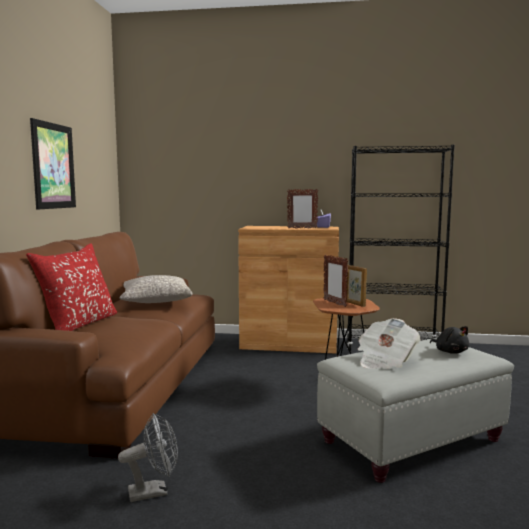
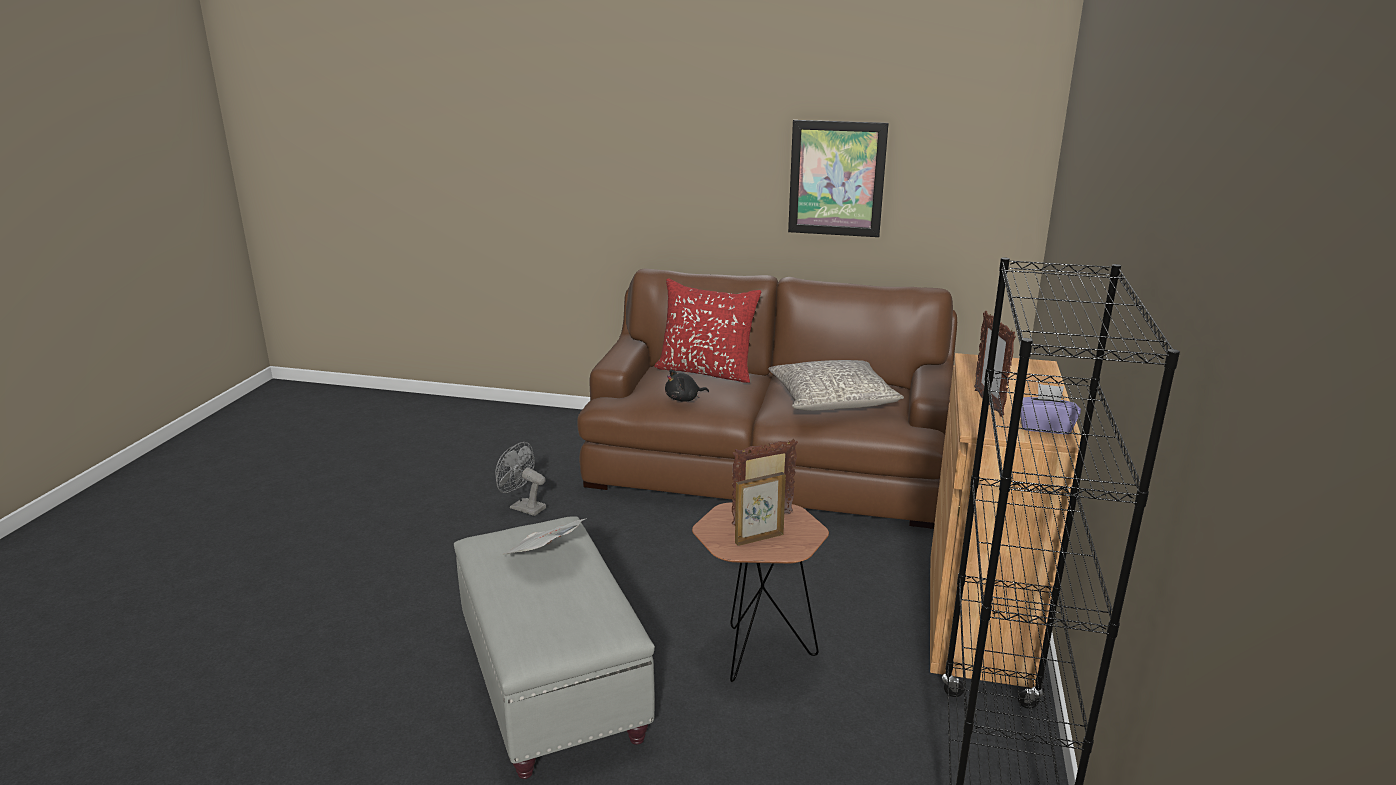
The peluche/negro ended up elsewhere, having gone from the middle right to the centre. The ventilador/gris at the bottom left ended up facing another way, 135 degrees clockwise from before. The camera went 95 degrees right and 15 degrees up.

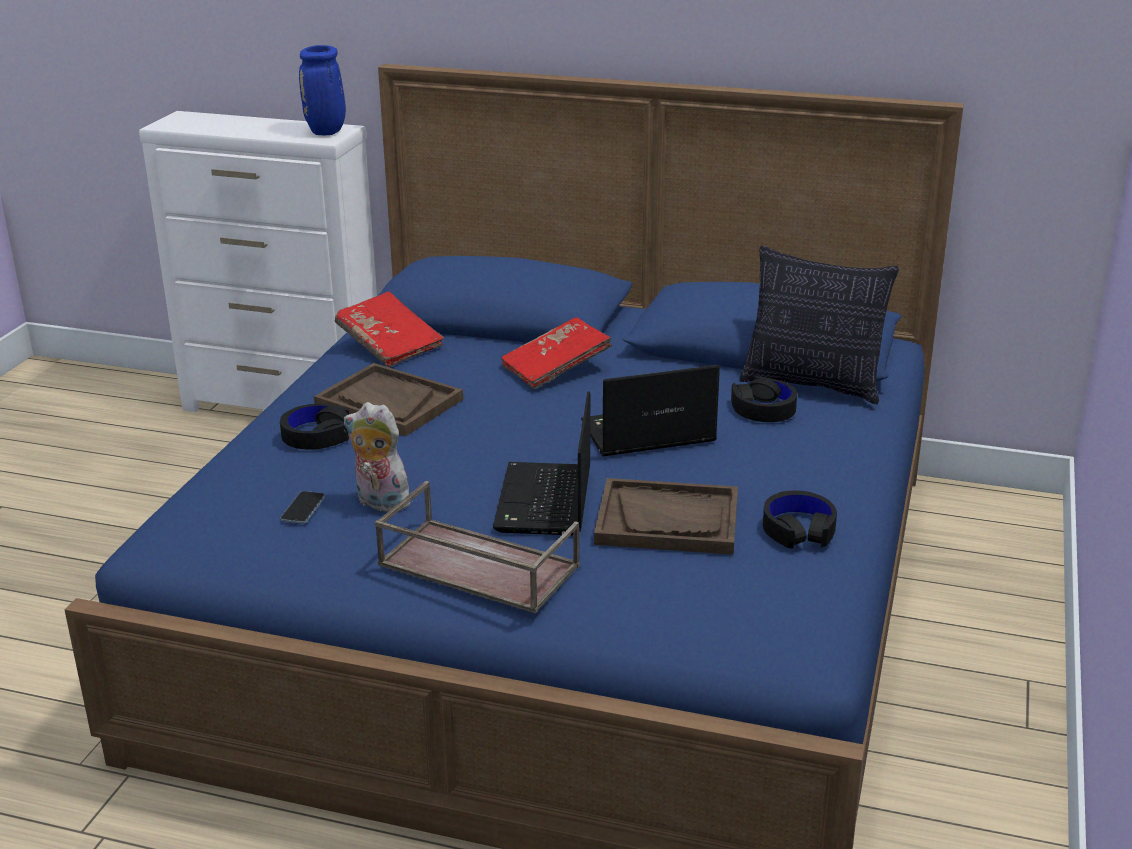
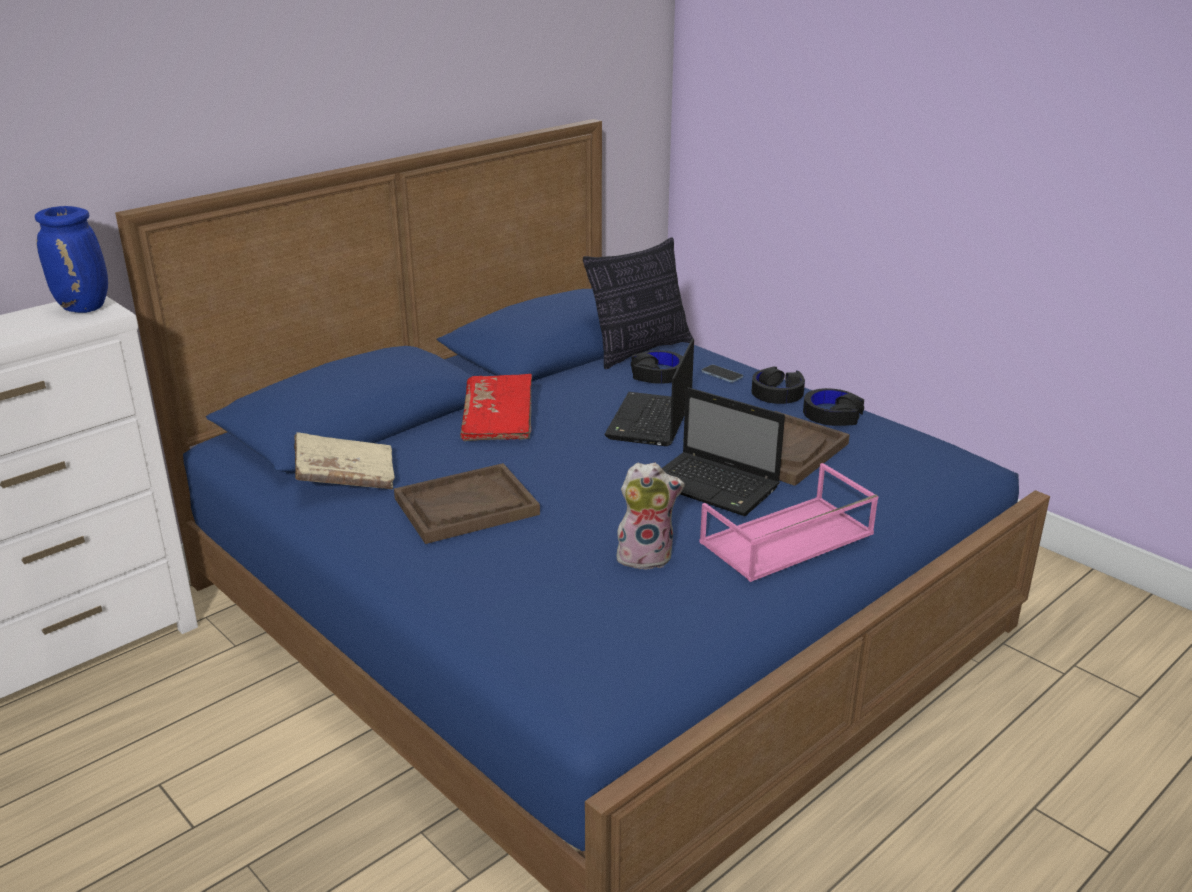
What was the libro/rojo (no. 1 from left) at the centre turned into the libro/beis at the middle left. The peluche at the centre ended up facing another way, 150 degrees counterclockwise from before. The auriculares/negro (no. 1 from left in the first image) ended up elsewhere, having gone from the middle left to the centre. What was the bandeja/marrón (no. 2 from left) at the centre turned into the bandeja/rosa at the centre. The móvil ended up elsewhere, having gone from the middle left to the centre. The camera went 60 degrees left and 0 degrees up.

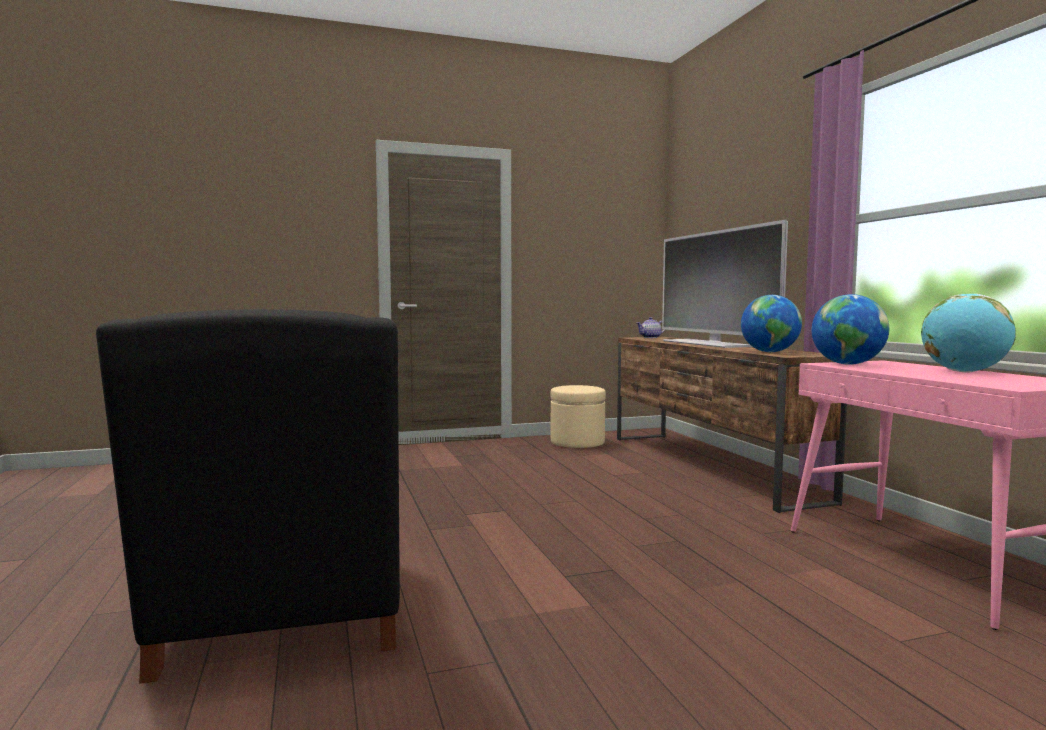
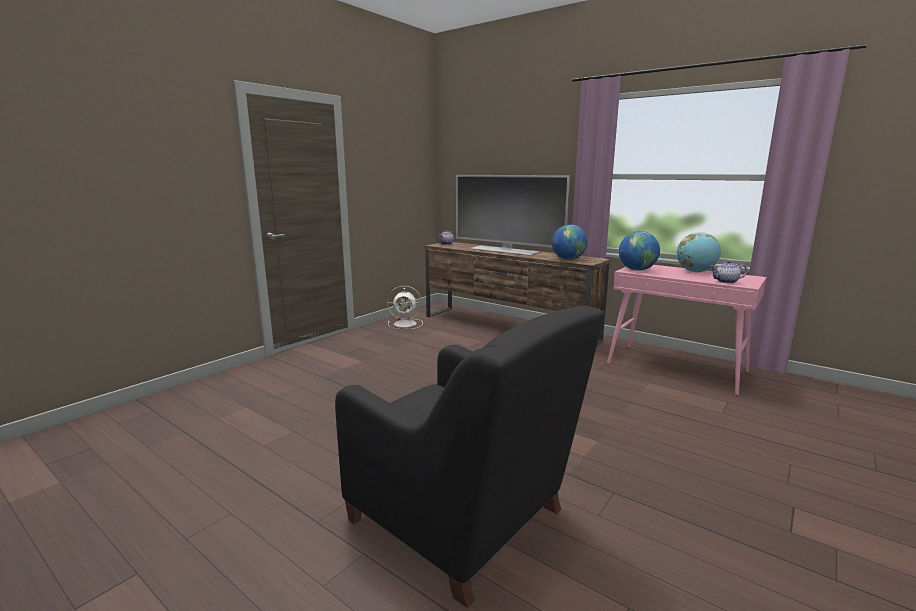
Where the puf/beis stood at the centre, the ventilador/blanco came to stand at the centre. The second view gained the tetera (no. 2 from left) at the middle right. The camera went 35 degrees left and 10 degrees up.

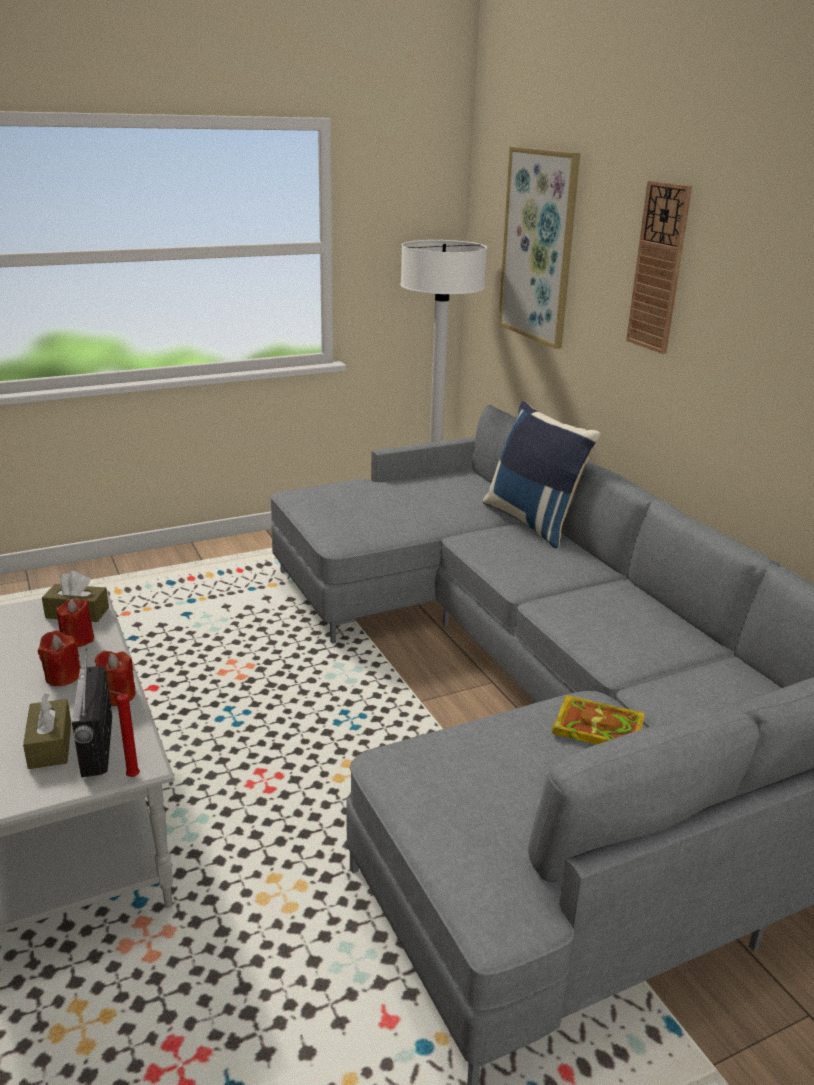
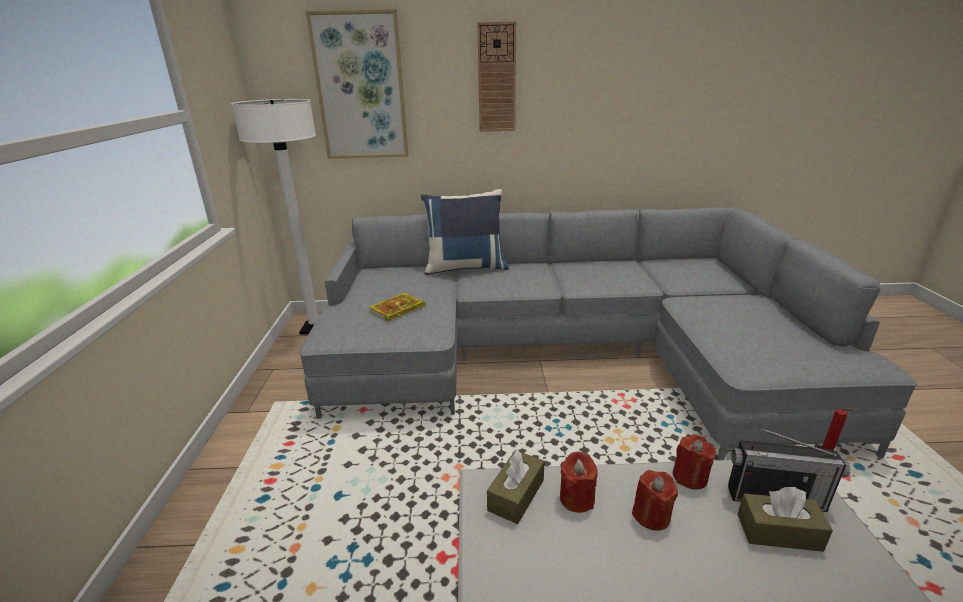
The libro ended up elsewhere, having gone from the middle right to the centre. The camera went 65 degrees left and 0 degrees up.

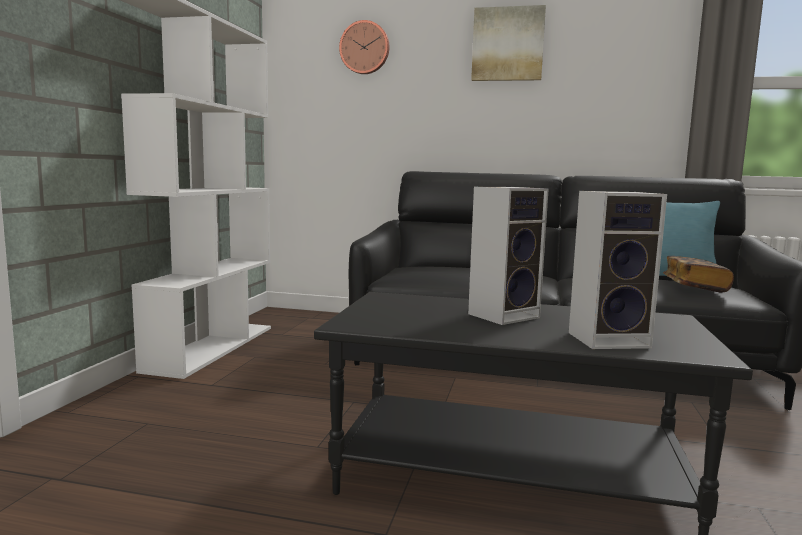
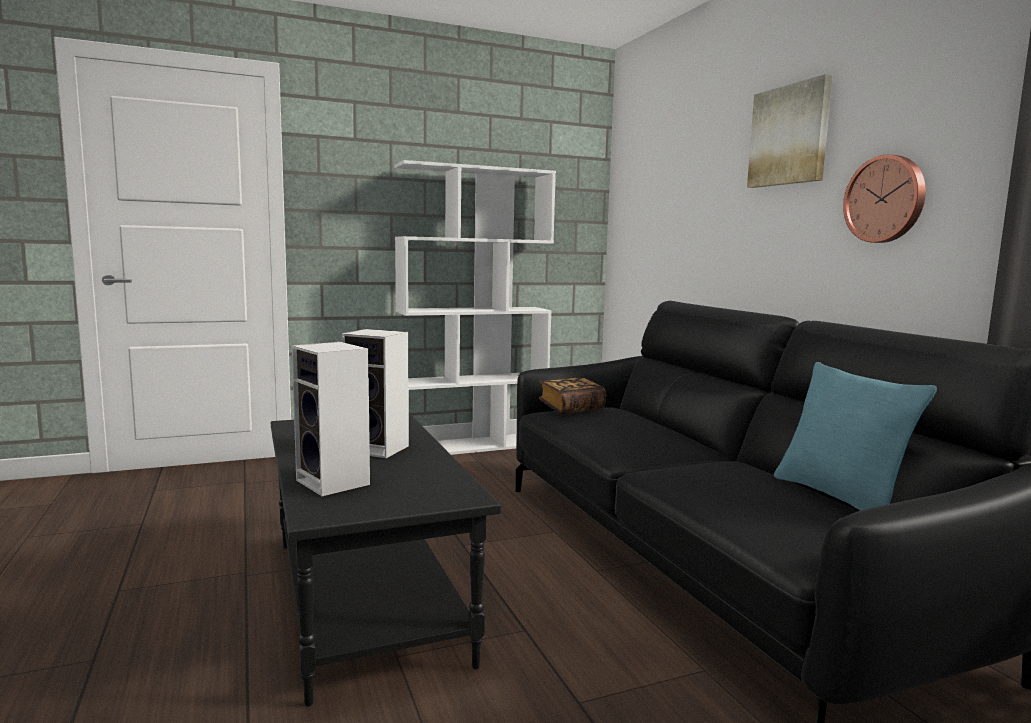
The reloj de pared ended up elsewhere, having gone from the top centre to the top right. The libro ended up elsewhere, having gone from the middle right to the centre. The camera went 55 degrees right and 0 degrees up.

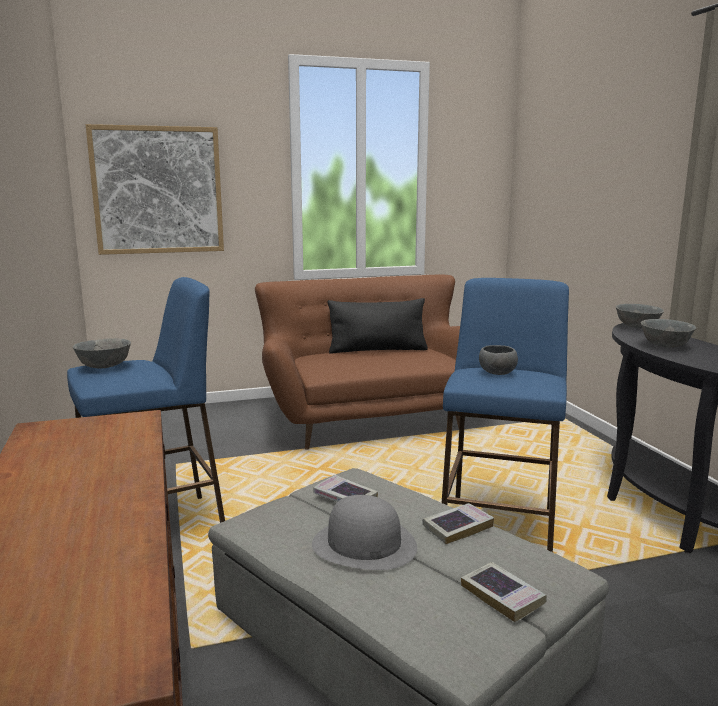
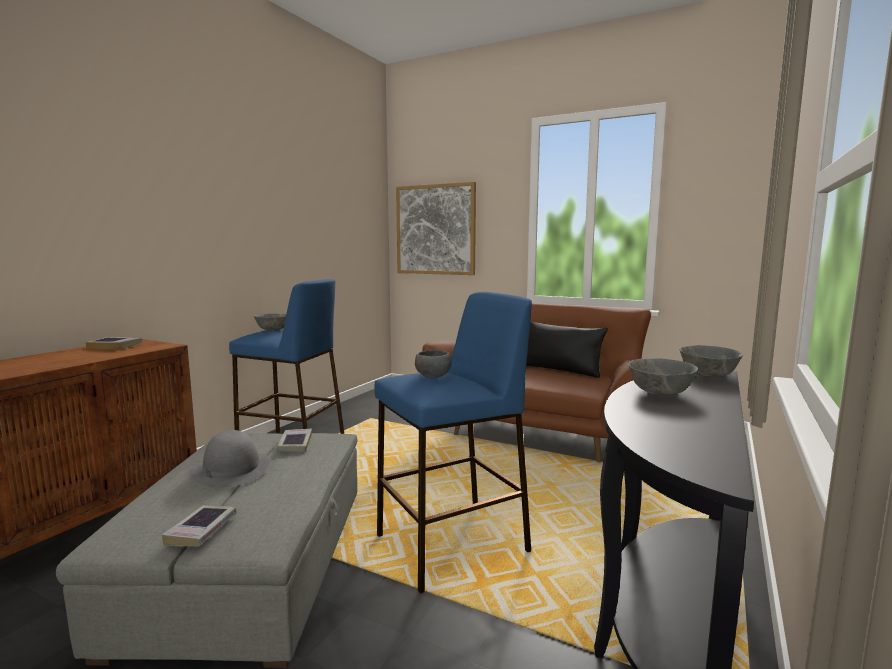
The libro (no. 2 from left in the first image) ended up elsewhere, having gone from the bottom centre to the middle left. The camera went 45 degrees right and 5 degrees down.

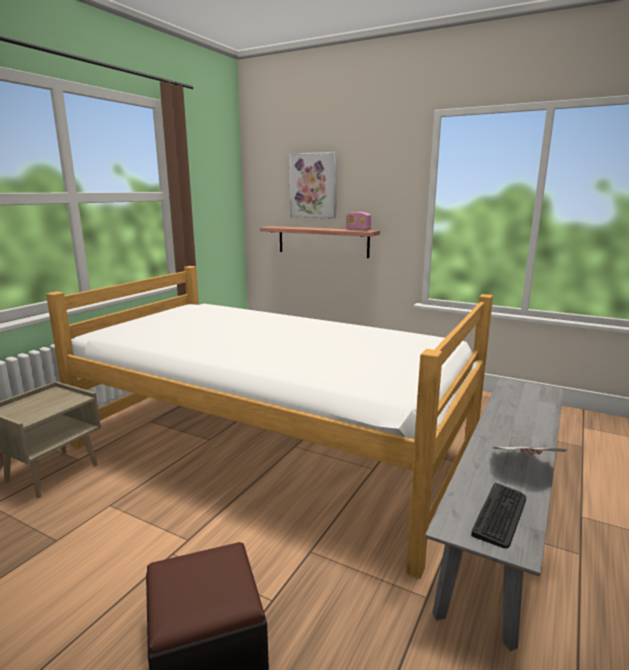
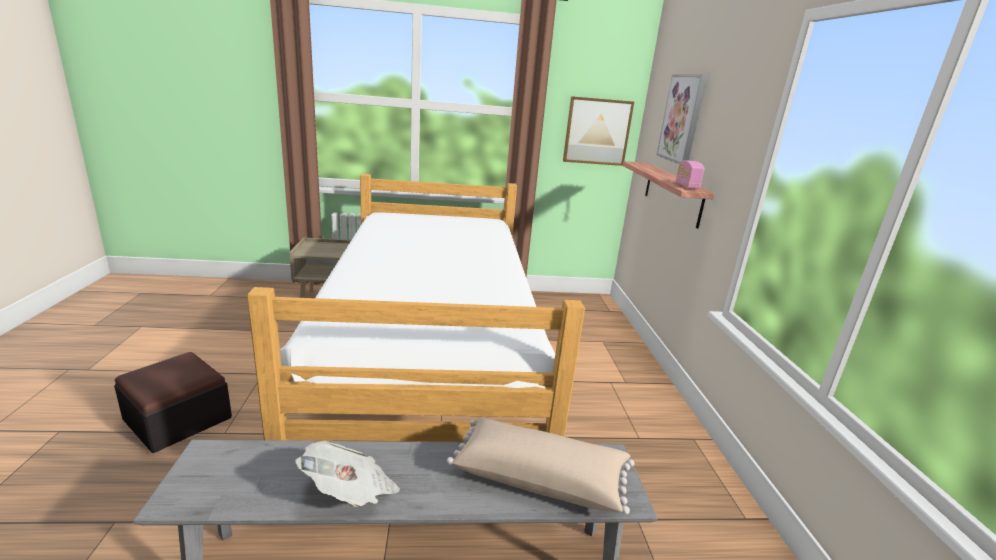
The second view lost the teclado at the bottom right. The second view gained the cuadro (no. 1 from left) at the top centre. The second view gained the cojín/beis at the bottom centre. The camera went 55 degrees right and 5 degrees up.

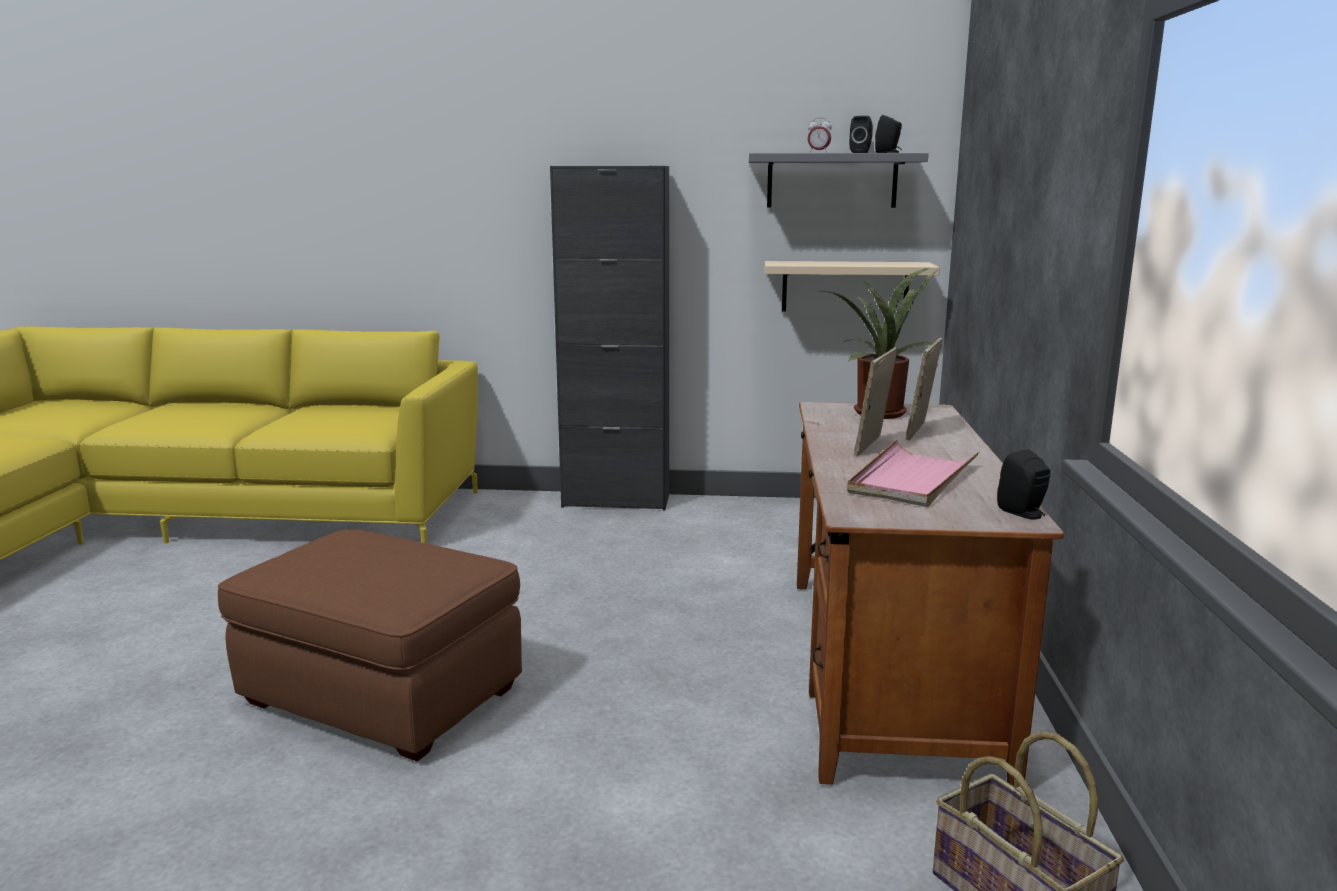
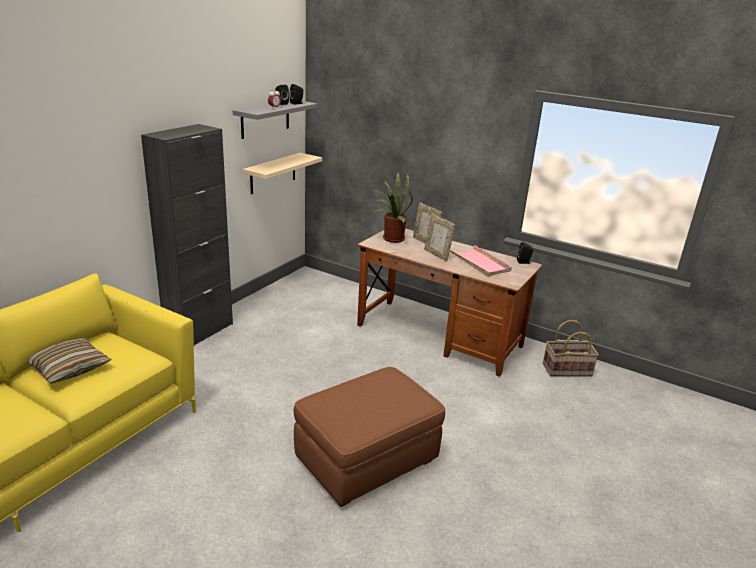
The second view gained the cojín at the middle left. The camera went 65 degrees left and 10 degrees up.

